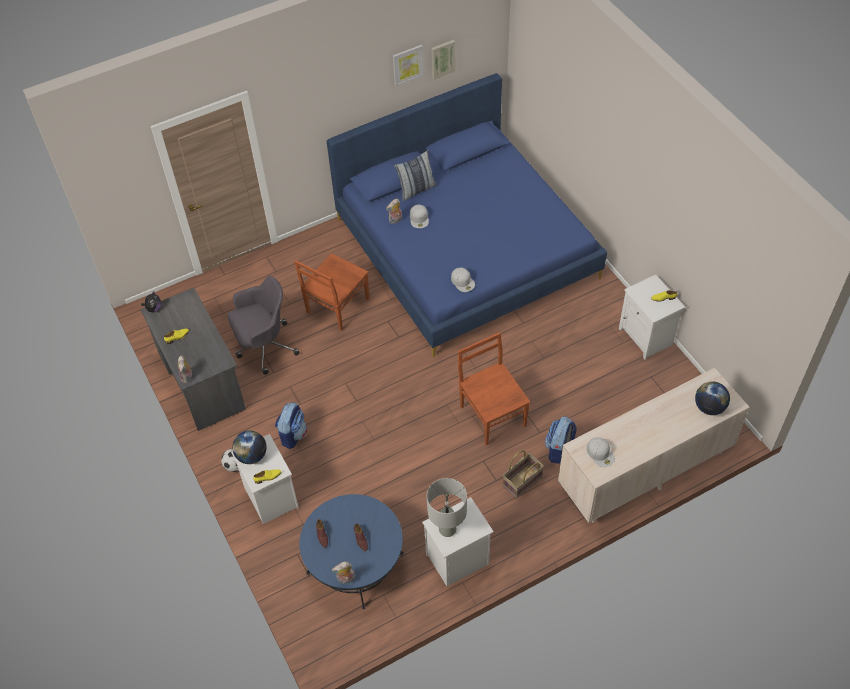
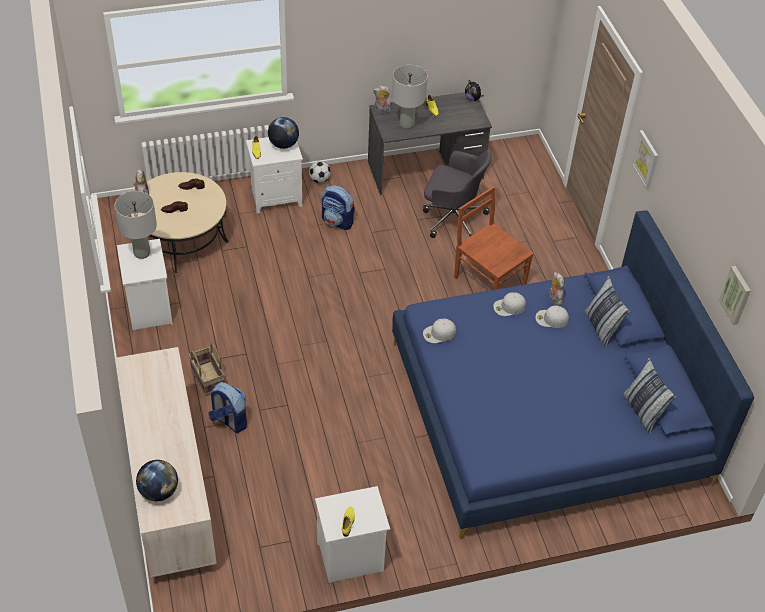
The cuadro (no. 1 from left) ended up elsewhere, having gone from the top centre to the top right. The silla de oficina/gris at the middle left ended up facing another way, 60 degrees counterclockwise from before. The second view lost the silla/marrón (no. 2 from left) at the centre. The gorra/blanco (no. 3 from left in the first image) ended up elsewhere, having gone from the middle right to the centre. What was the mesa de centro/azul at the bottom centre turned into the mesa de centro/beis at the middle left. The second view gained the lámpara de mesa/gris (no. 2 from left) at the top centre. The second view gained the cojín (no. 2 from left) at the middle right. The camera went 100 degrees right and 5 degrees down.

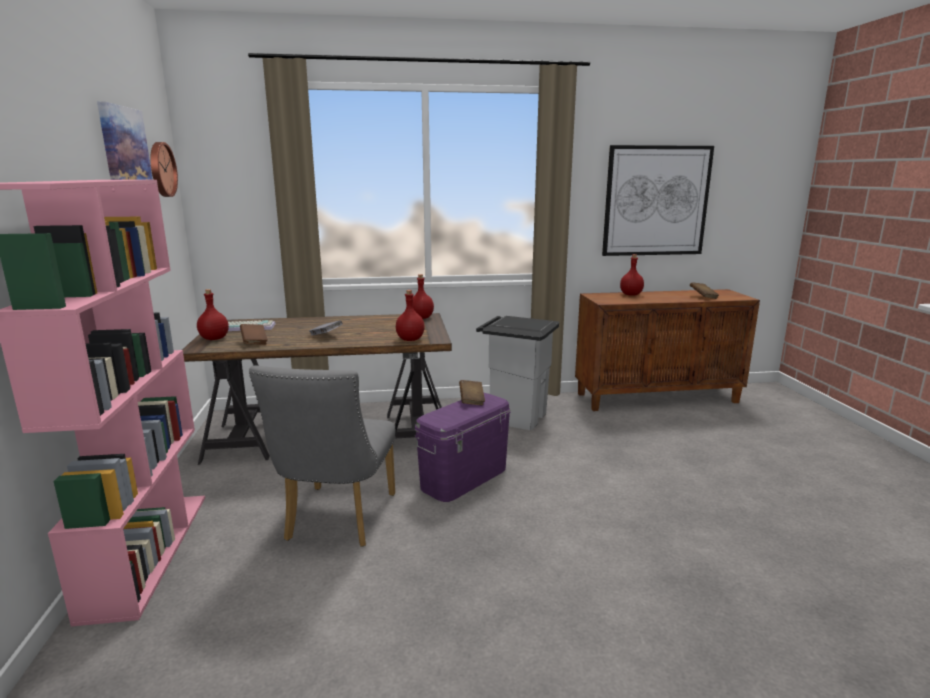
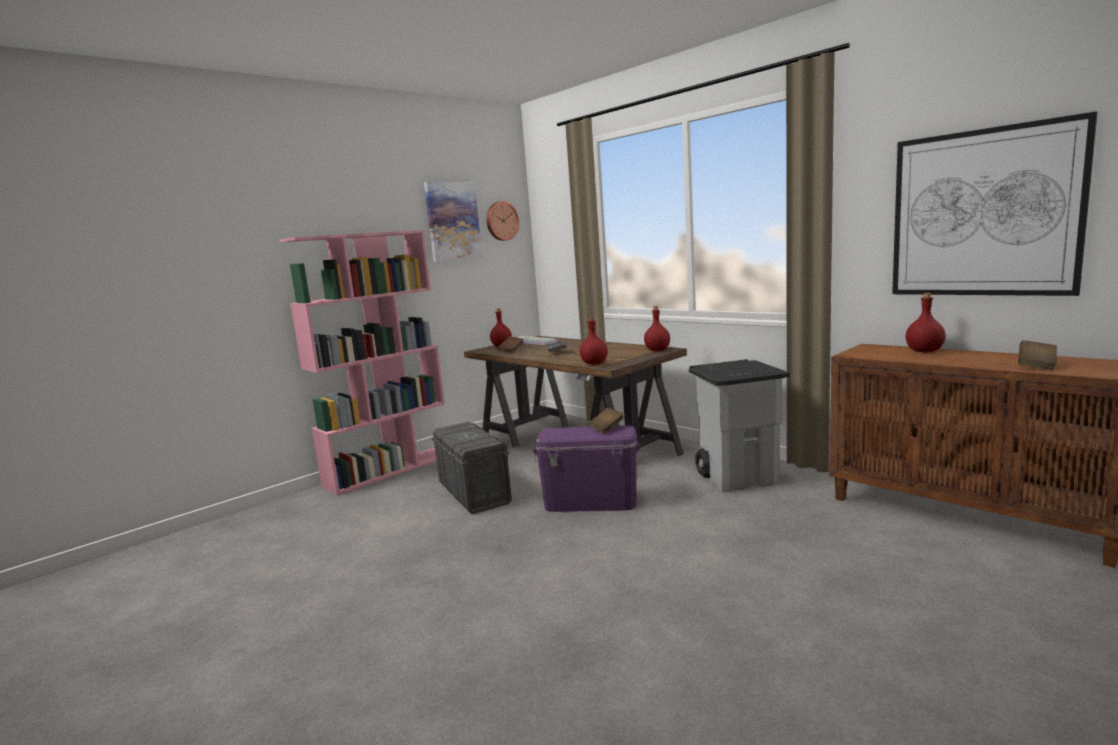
Where the silla/gris stood at the centre, the caja de almacenaje/gris came to stand at the centre. The camera went 55 degrees right and 5 degrees down.

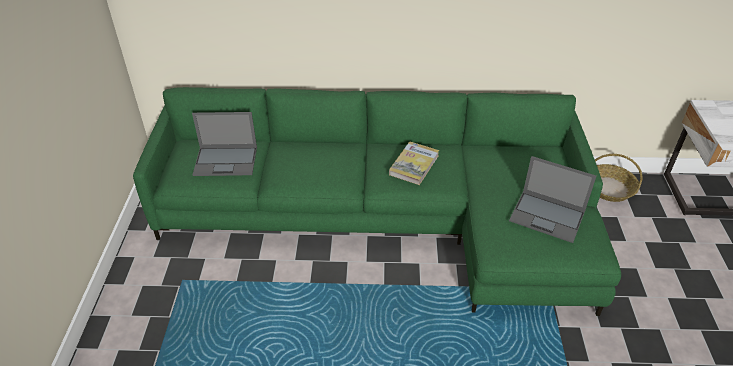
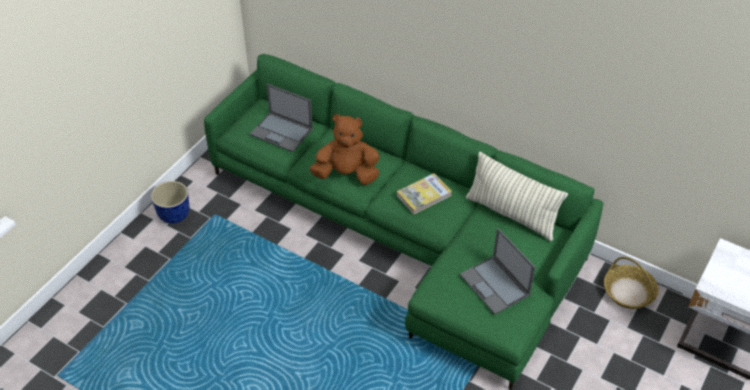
The second view gained the peluche/marrón at the centre. The second view gained the cojín at the middle right. The second view gained the maceta at the middle left. The camera went 30 degrees right and 5 degrees up.

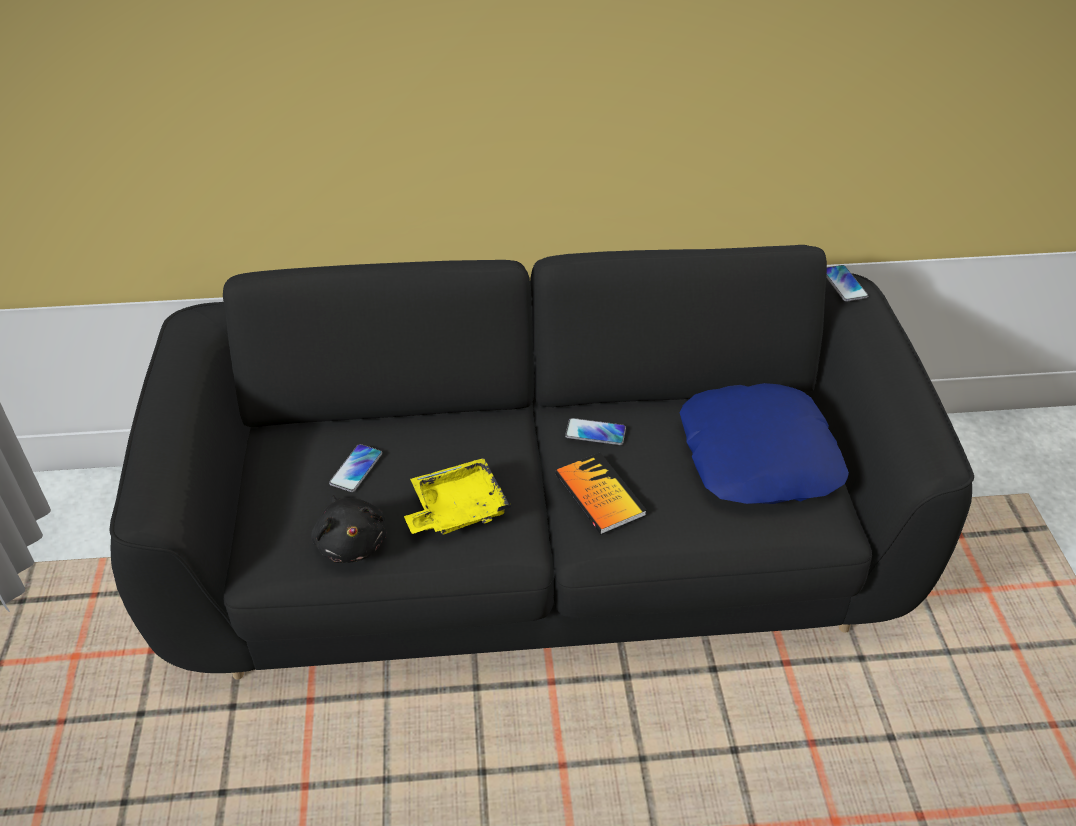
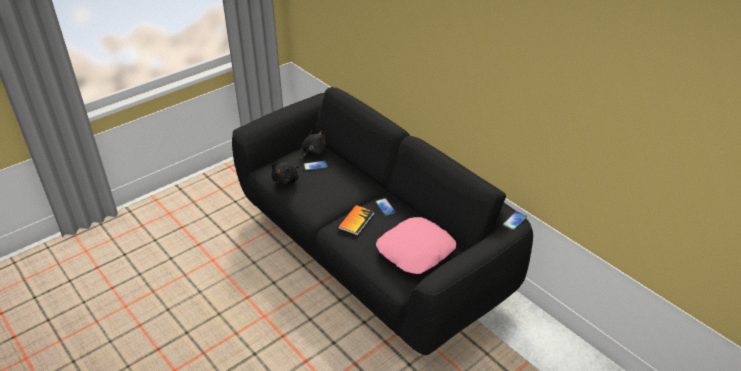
What was the cojín/azul at the middle right turned into the cojín/rosa at the centre. The second view lost the bandeja/amarillo at the centre. The second view gained the peluche/negro (no. 2 from left) at the centre. The camera went 55 degrees right and 5 degrees down.

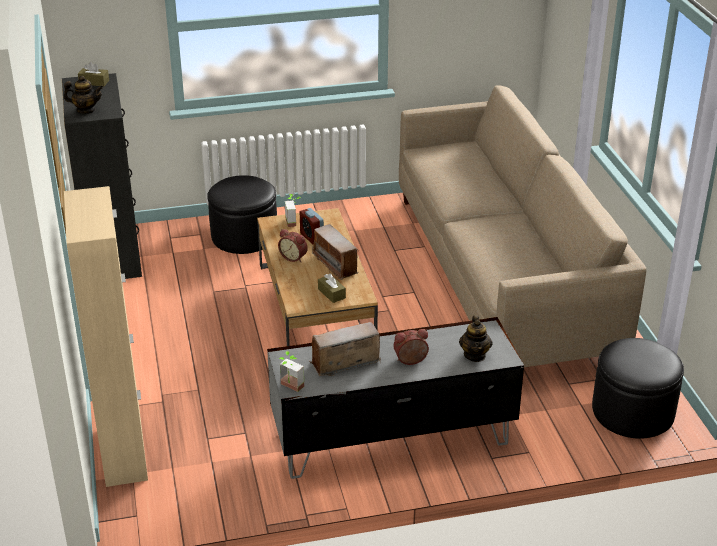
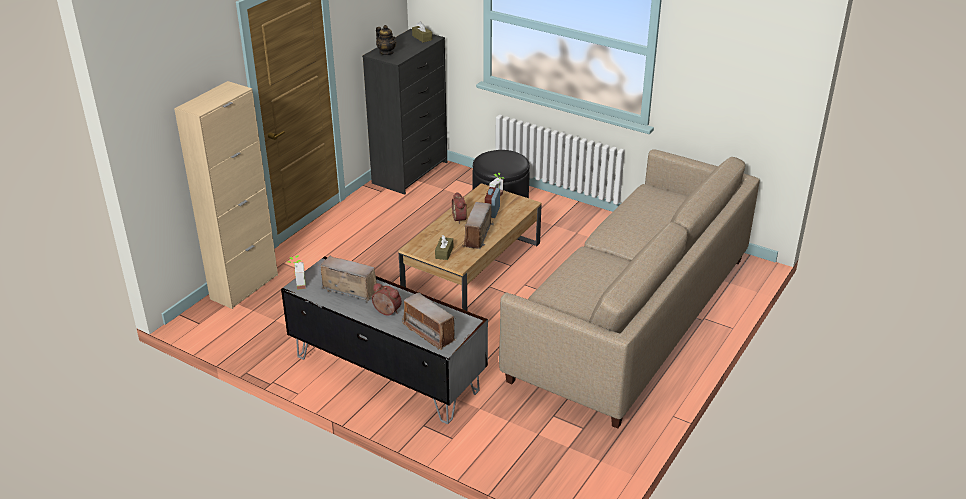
Where the tetera (no. 2 from left) stood at the centre, the radio (no. 2 from left) came to stand at the centre. The second view lost the puf/negro (no. 2 from left) at the bottom right. The camera went 45 degrees right and 0 degrees up.

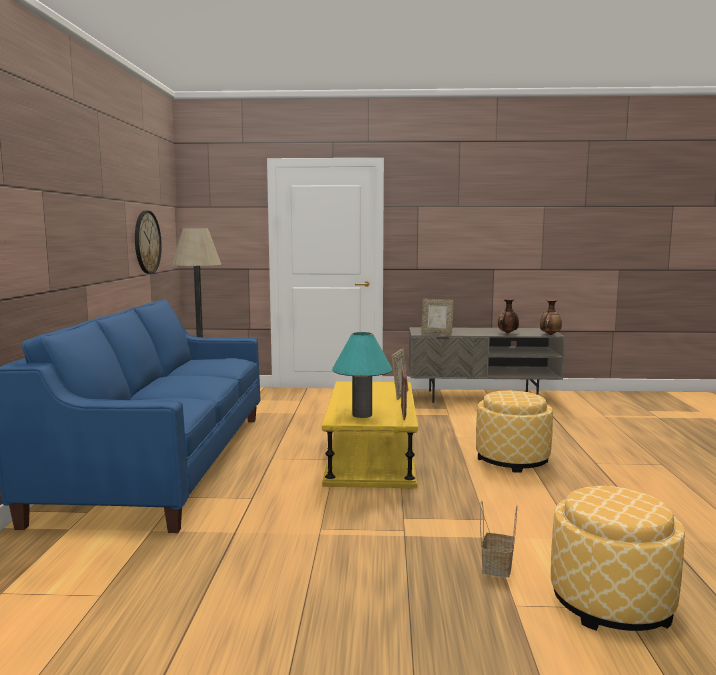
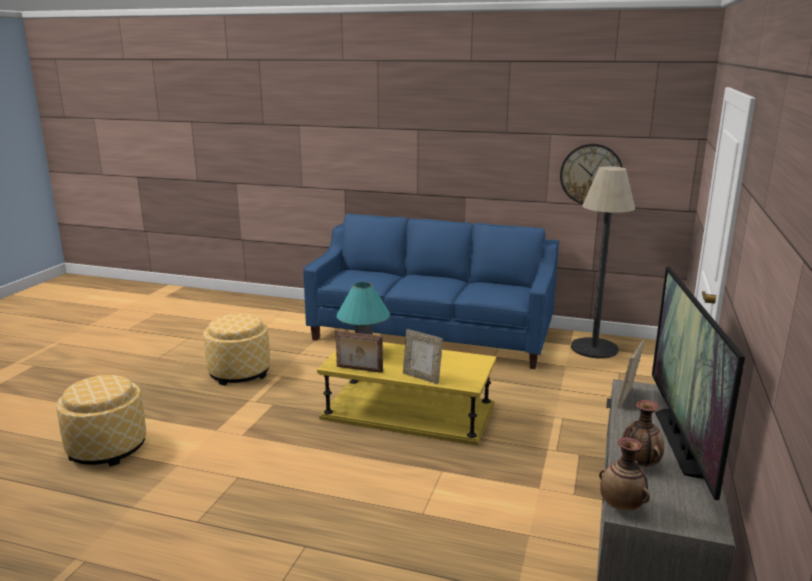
The puf (no. 1 from left in the first image) ended up elsewhere, having gone from the middle right to the middle left. The second view lost the cesta at the bottom right. The second view gained the televisor at the middle right. The camera went 105 degrees right and 10 degrees up.

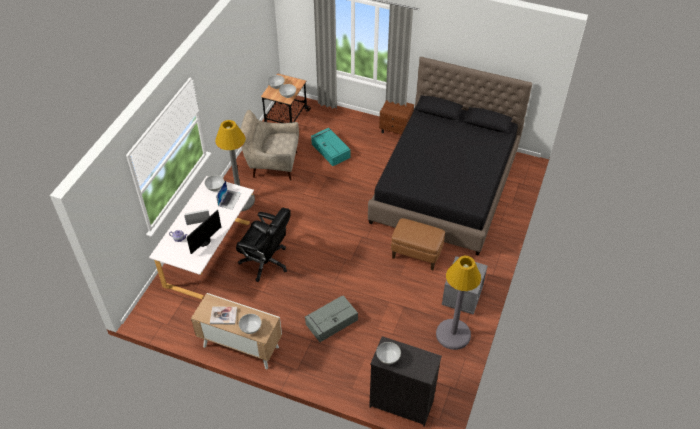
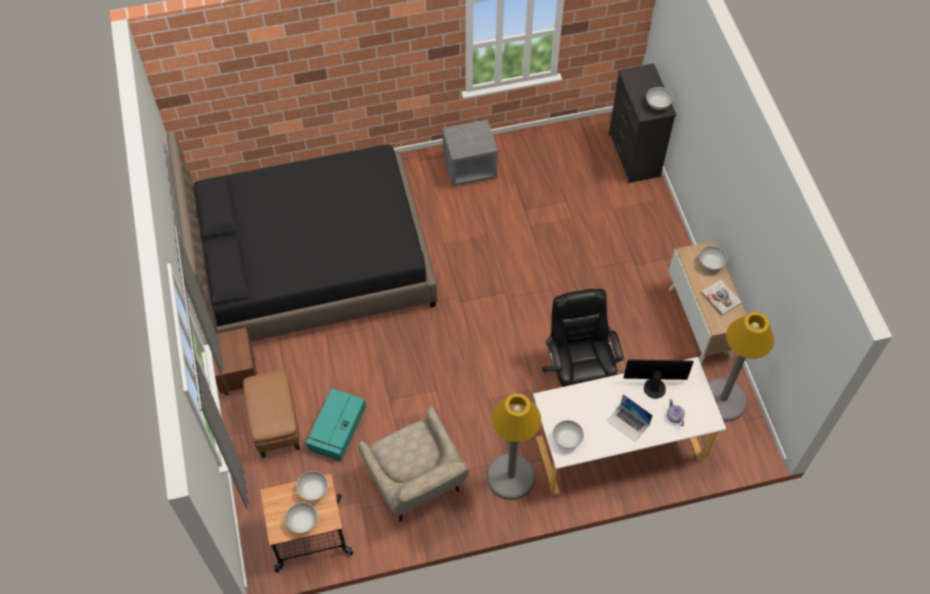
The second view lost the portátil (no. 2 from left) at the middle left. The puf/marrón ended up elsewhere, having gone from the centre to the bottom left. The lámpara de pie/gris (no. 2 from left) ended up elsewhere, having gone from the bottom centre to the middle right. The second view lost the caja de almacenaje/gris at the bottom centre. The camera went 125 degrees left and 10 degrees up.

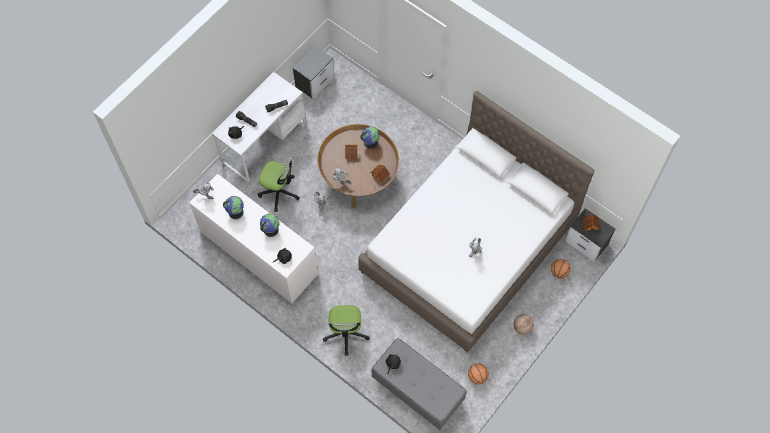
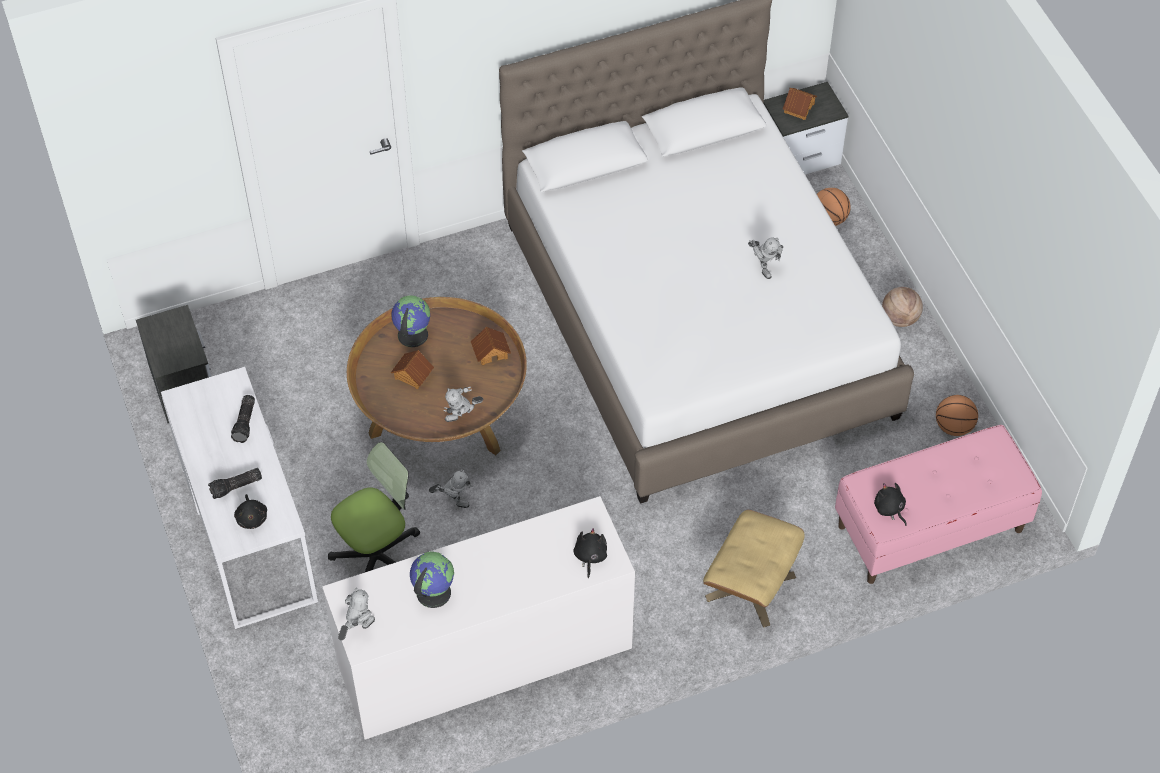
The second view lost the globo terráqueo (no. 2 from left) at the centre. Where the silla de oficina (no. 2 from left) stood at the bottom centre, the puf/beis came to stand at the bottom centre. What was the banco/gris at the bottom centre turned into the banco/rosa at the middle right. The camera went 60 degrees left and 10 degrees down.

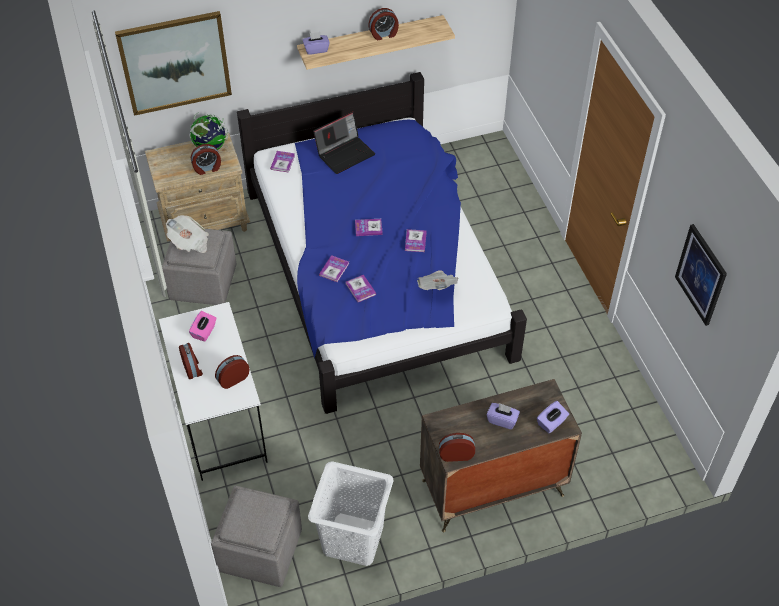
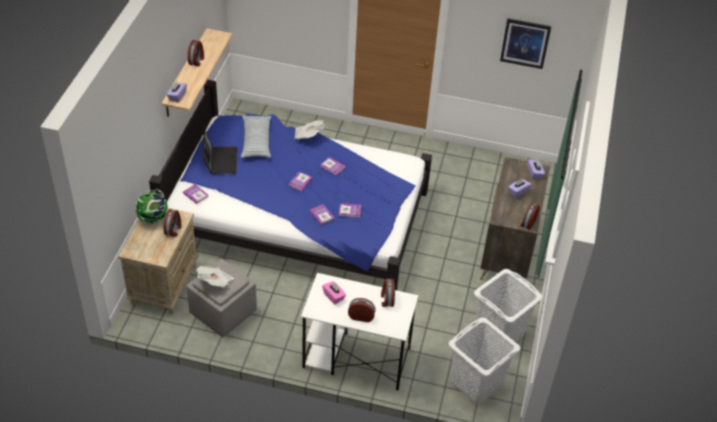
The second view lost the cuadro (no. 1 from left) at the top left. The periódico (no. 2 from left) ended up elsewhere, having gone from the centre to the top centre. Where the puf/gris (no. 2 from left) stood at the bottom left, the cesto de la ropa/blanco (no. 1 from left) came to stand at the bottom right. The second view gained the cojín at the top centre. The camera went 60 degrees left and 5 degrees down.

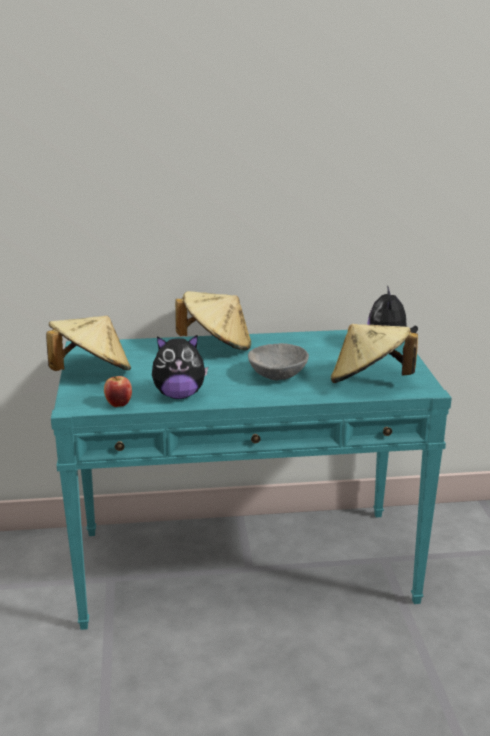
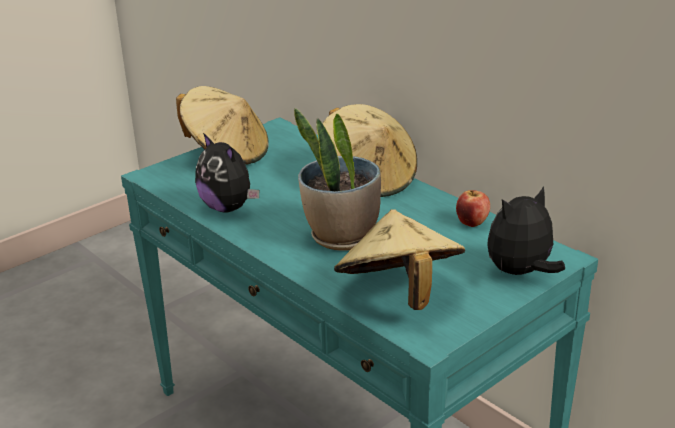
Where the cuenco/gris stood at the centre, the planta en maceta came to stand at the centre. The manzana ended up elsewhere, having gone from the middle left to the middle right. The camera went 55 degrees right and 5 degrees up.

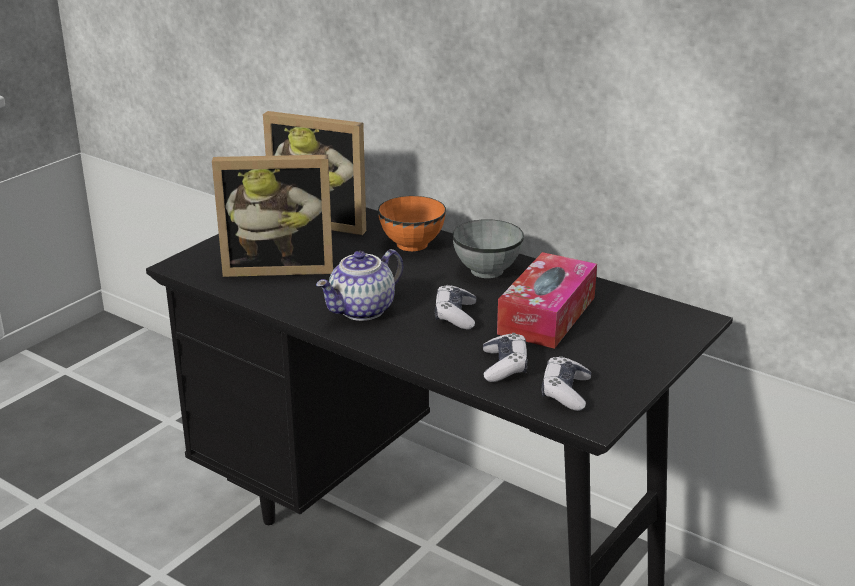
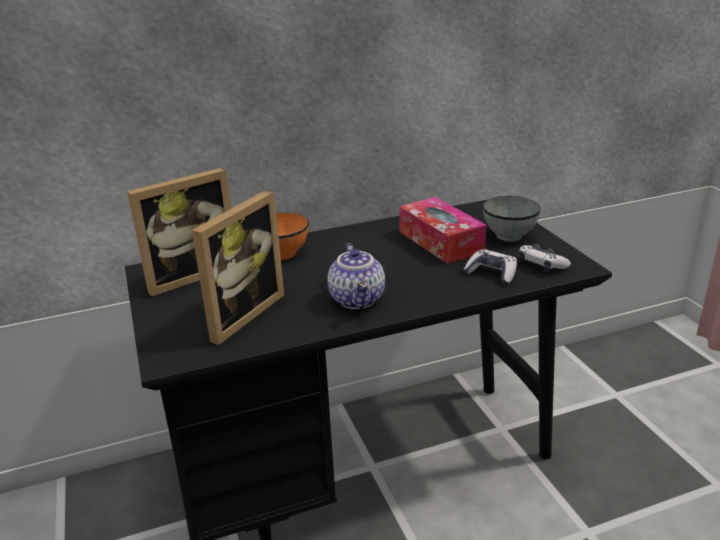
The cuenco/gris ended up elsewhere, having gone from the centre to the middle right. The second view lost the mando de consola (no. 1 from left) at the centre. The camera went 55 degrees left and 0 degrees up.

